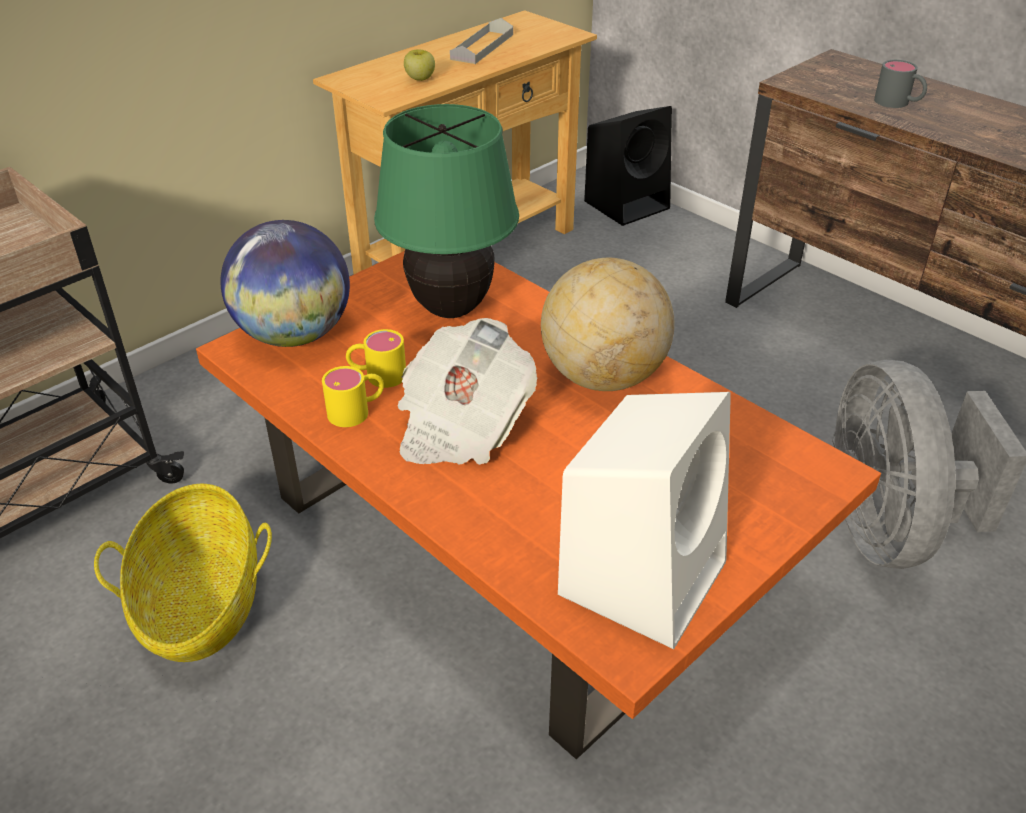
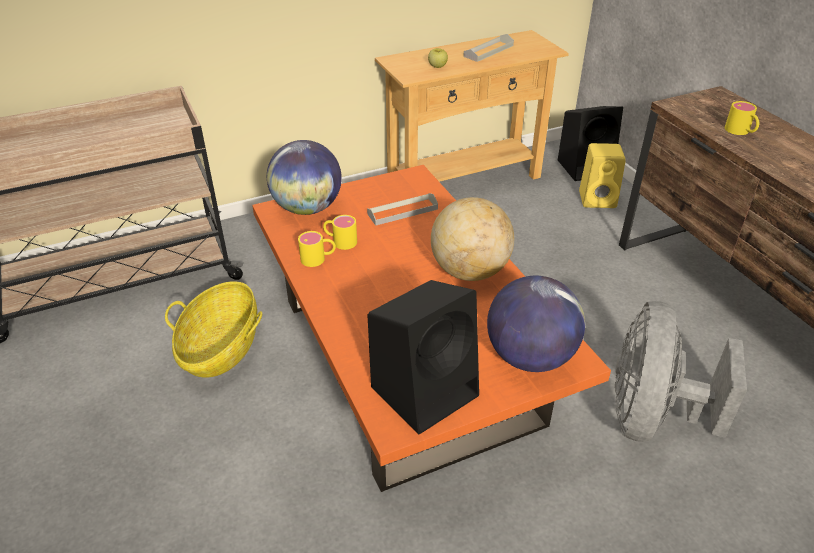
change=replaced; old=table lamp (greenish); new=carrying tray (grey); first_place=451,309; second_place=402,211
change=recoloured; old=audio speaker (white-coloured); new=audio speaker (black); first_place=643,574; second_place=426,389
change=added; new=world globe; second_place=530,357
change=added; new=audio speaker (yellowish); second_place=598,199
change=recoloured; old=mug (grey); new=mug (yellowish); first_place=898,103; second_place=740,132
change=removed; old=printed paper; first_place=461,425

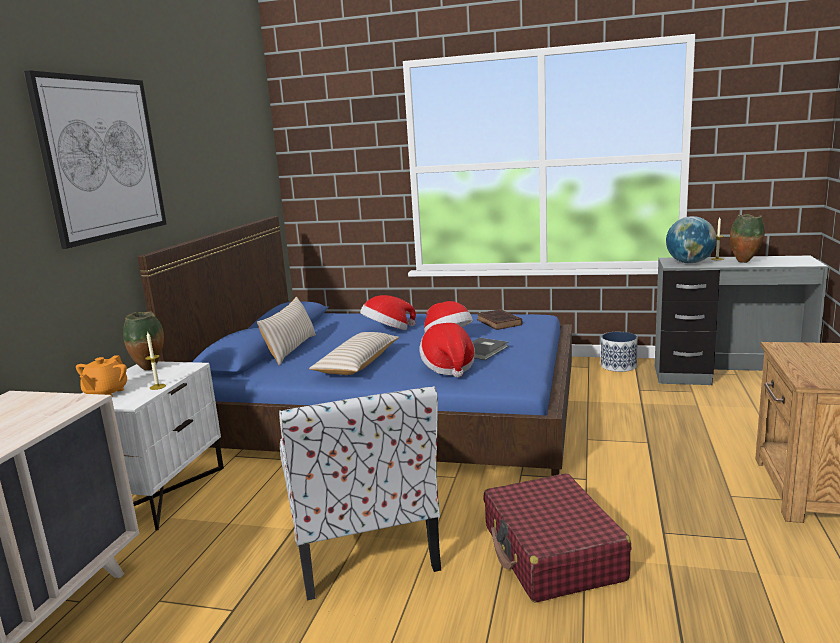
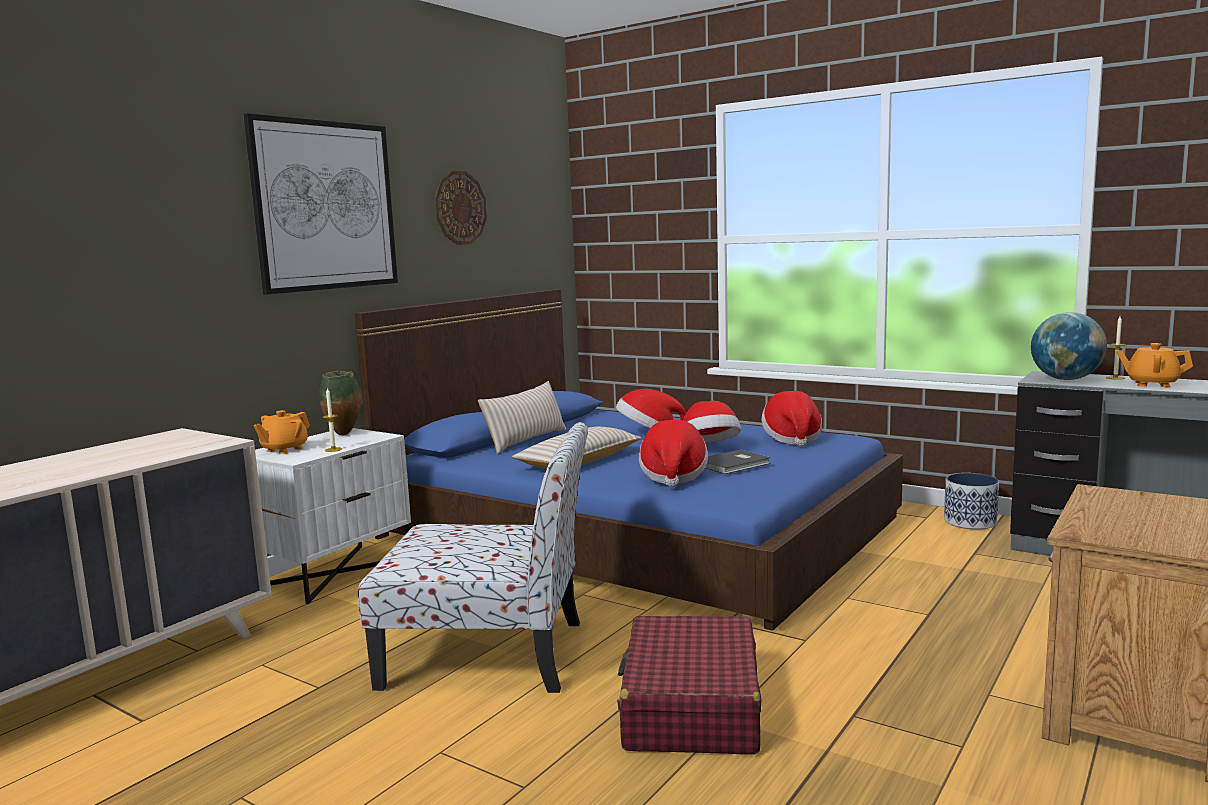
change=turned; old=upright chair; first_place=362,543; second_place=490,654; degrees=-90
change=added; new=hanging clock; second_place=460,208
change=replaced; old=volume (brown); new=hat; first_place=499,323; second_place=792,439
change=replaced; old=decorative vase; new=pot for tea (orange-coloured); first_place=745,262; second_place=1151,384

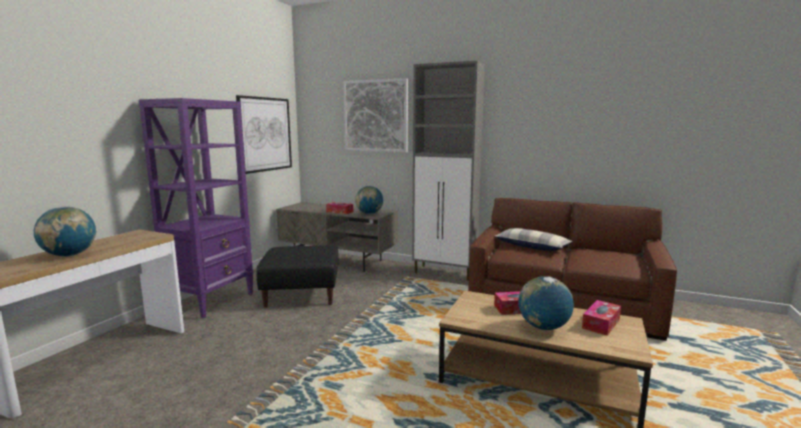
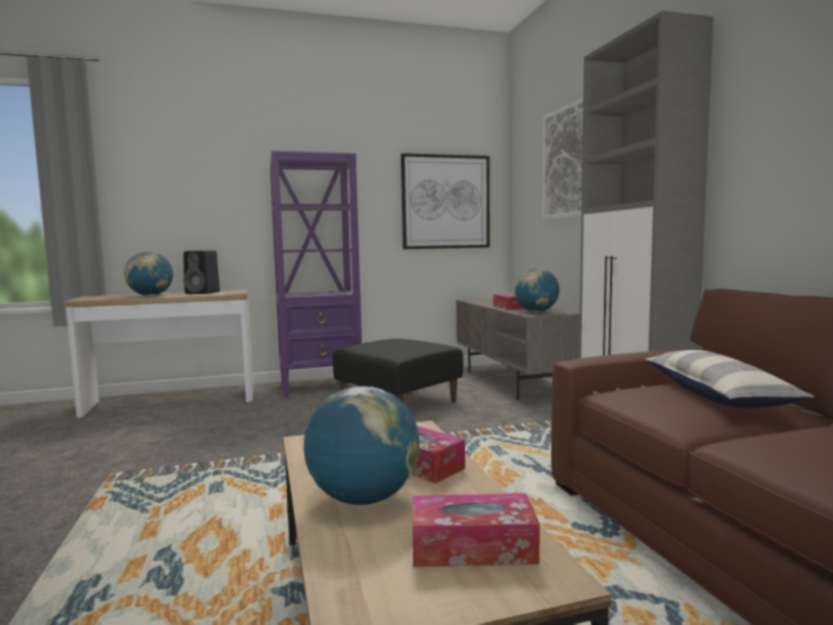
change=added; new=audio speaker (black); second_place=203,293

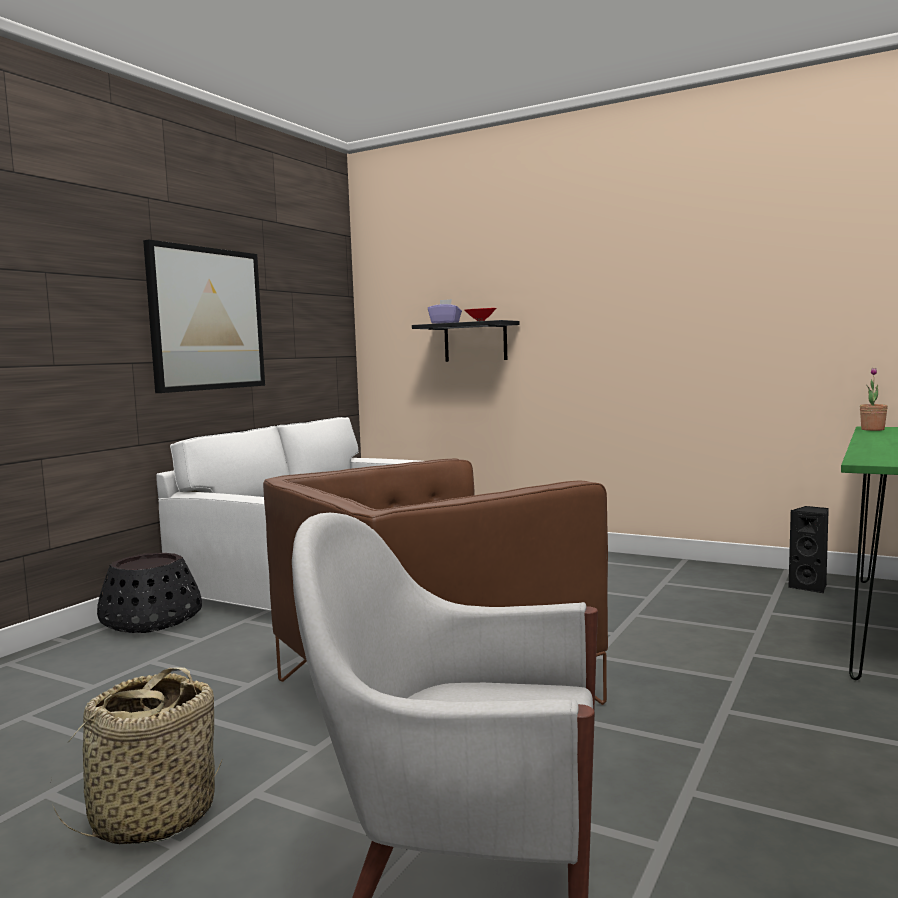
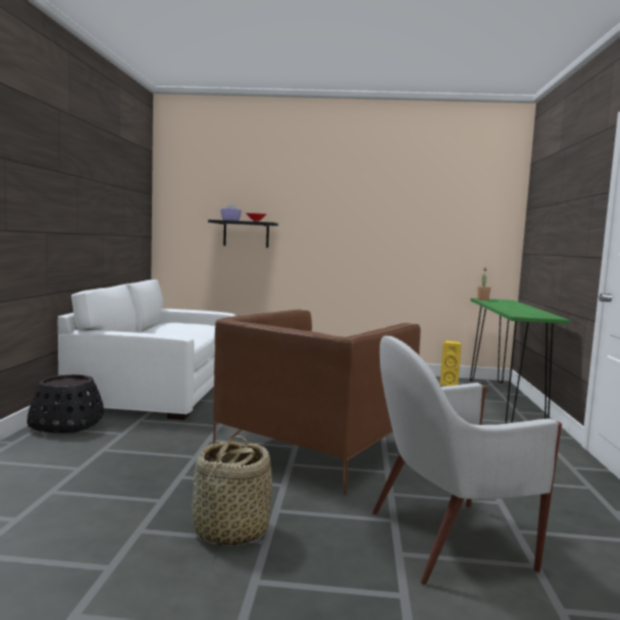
change=recoloured; old=audio speaker (black); new=audio speaker (yellowish); first_place=810,587; second_place=449,384
change=removed; old=wall picture; first_place=206,319

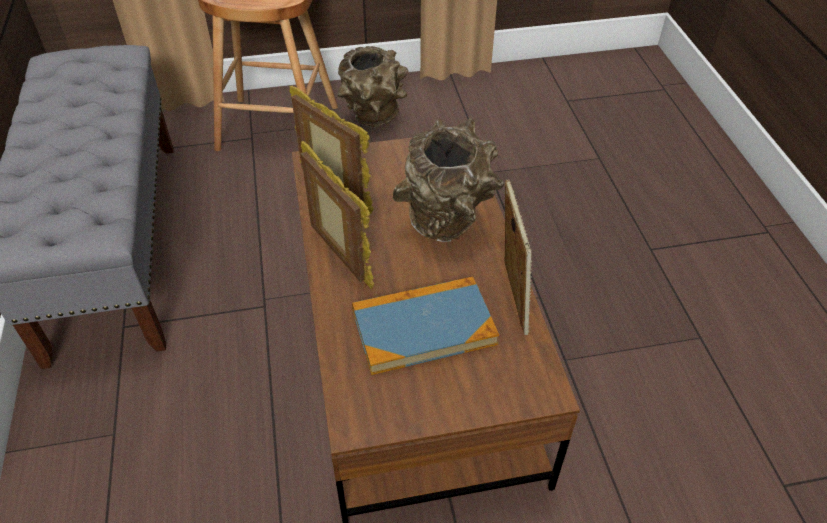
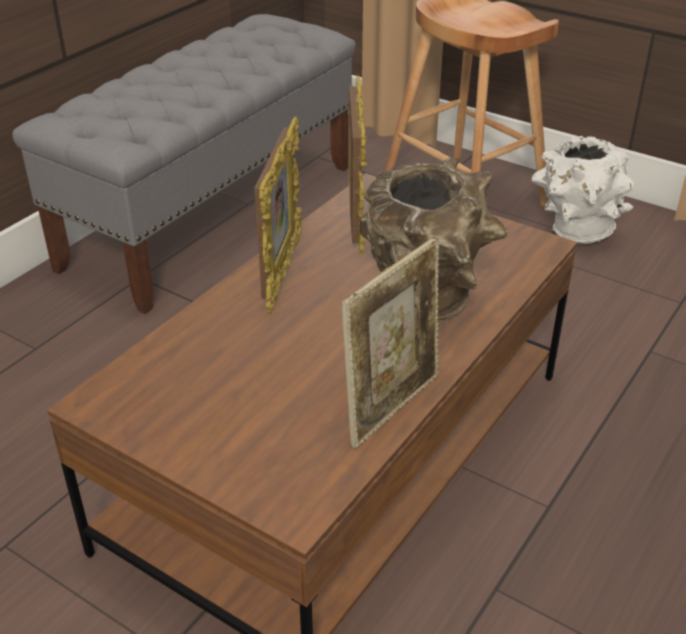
change=recoloured; old=decorative vase (brown); new=decorative vase (white-coloured); first_place=373,119; second_place=574,234
change=removed; old=volume; first_place=423,327

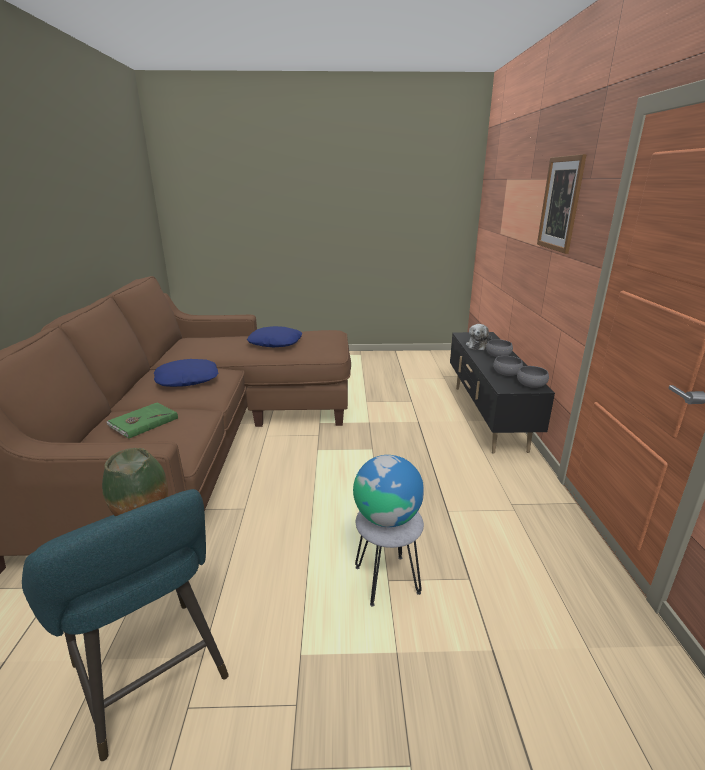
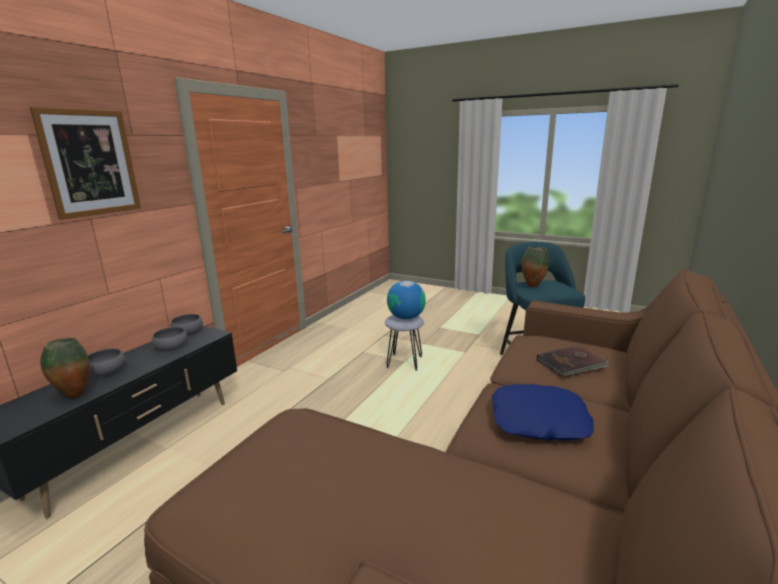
change=replaced; old=plush toy; new=decorative vase; first_place=477,345; second_place=74,395
change=recoloured; old=volume (greenish); new=volume (brown); first_place=143,422; second_place=572,364
change=removed; old=pillow (bluish); first_place=275,342

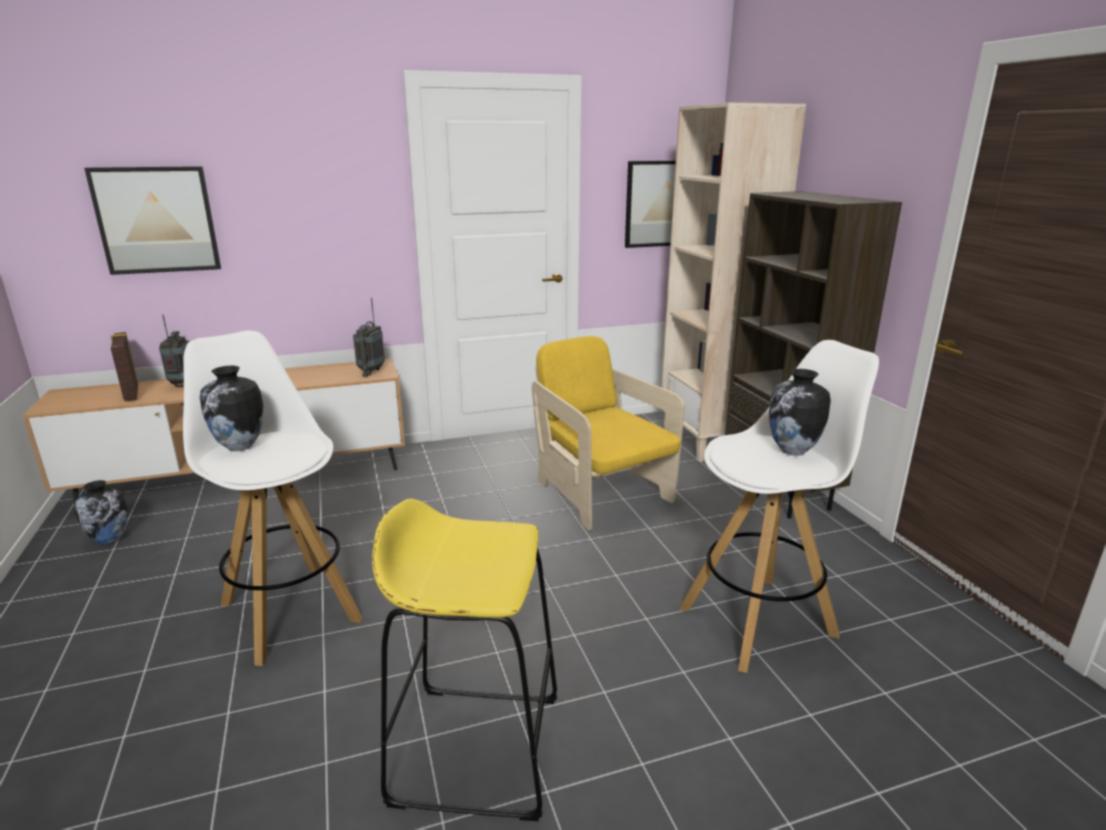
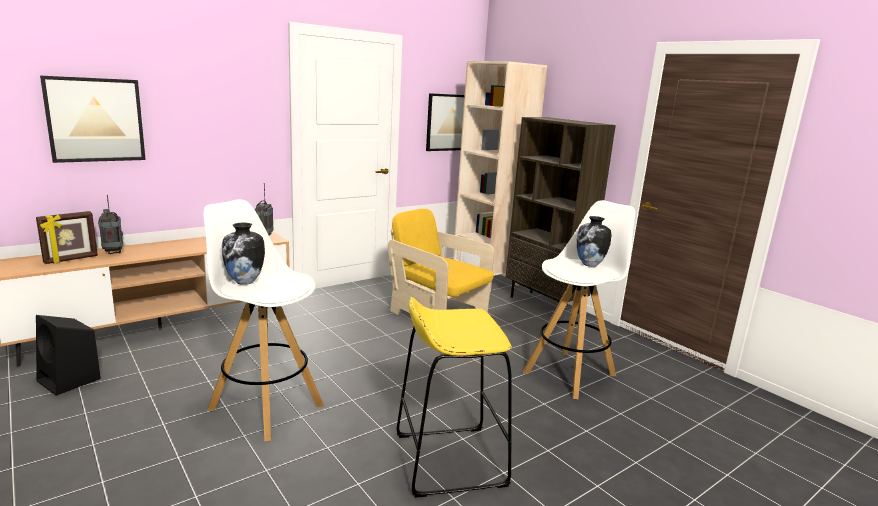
change=turned; old=standing frame; first_place=130,393; second_place=71,259; degrees=-90
change=replaced; old=decorative vase; new=audio speaker (black); first_place=111,540; second_place=70,380

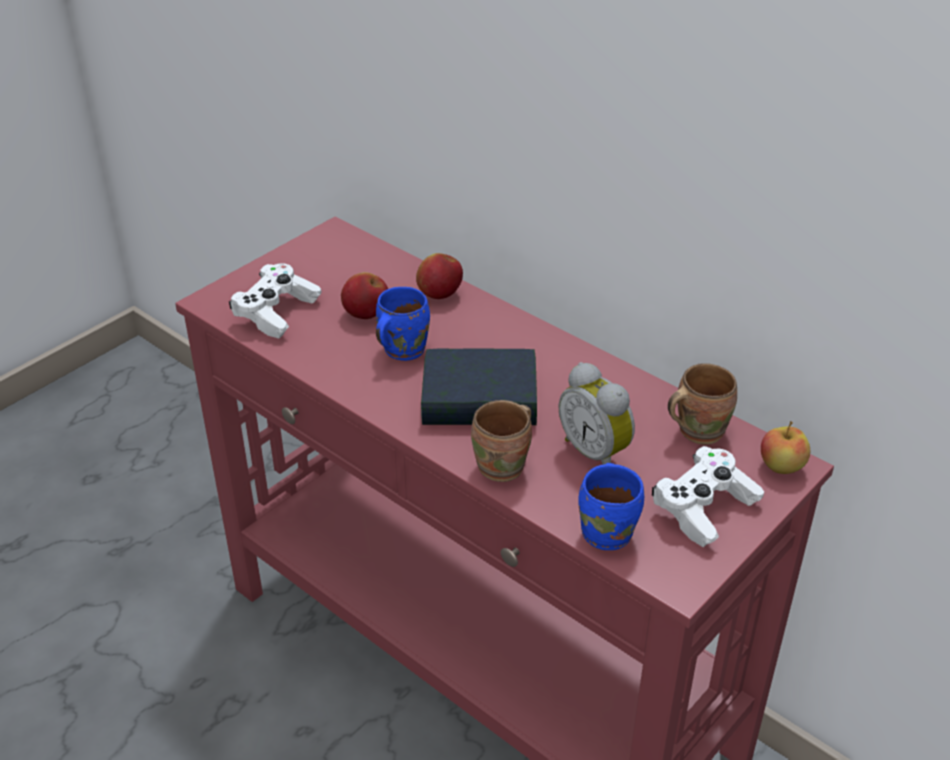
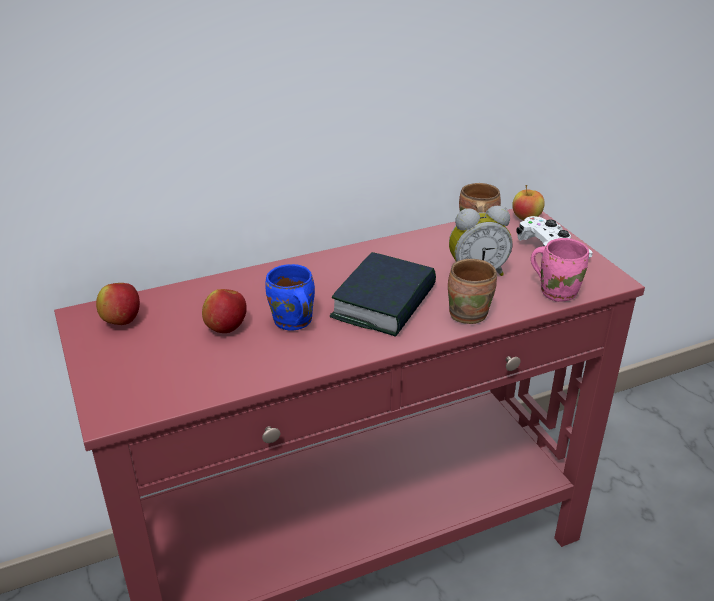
change=moved; old=apple; first_place=439,294; second_place=121,321
change=recoloured; old=mug (bluish); new=mug (pink); first_place=609,532; second_place=556,291
change=removed; old=gamepad (white-coloured); first_place=276,312

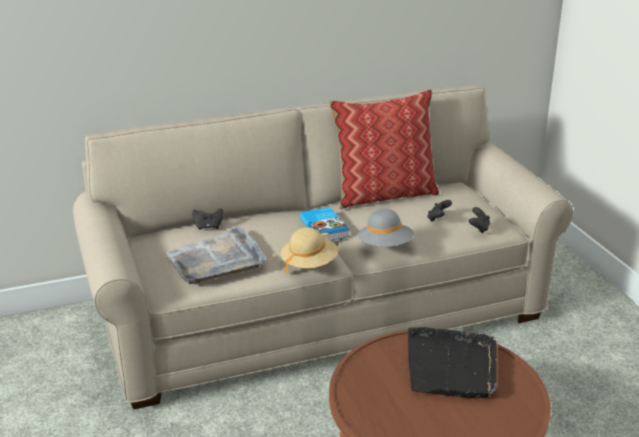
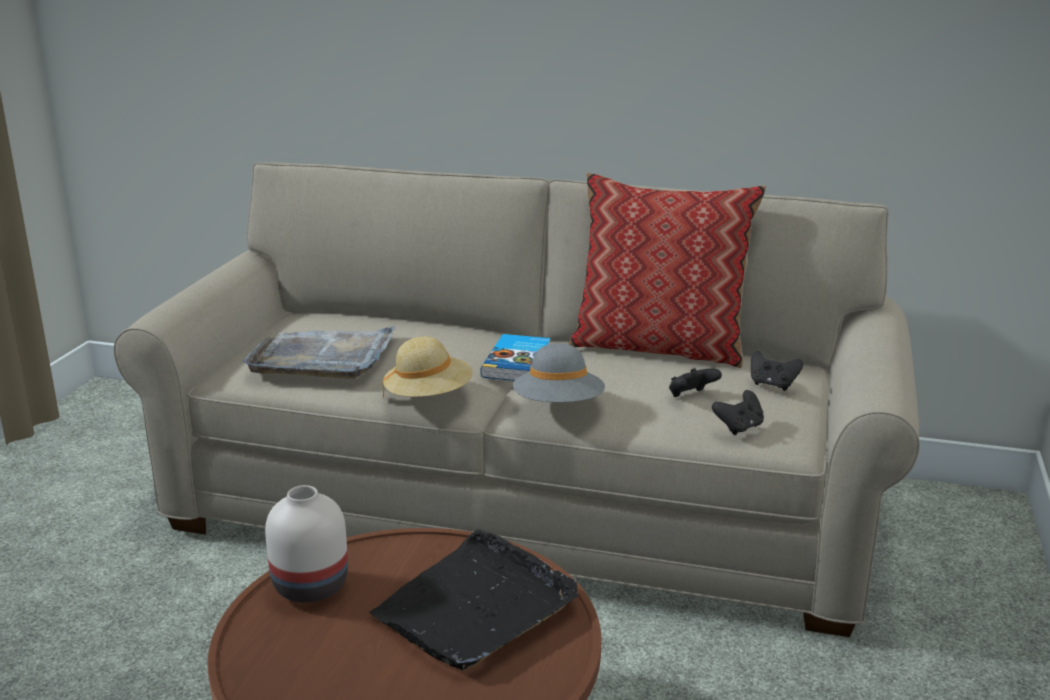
change=added; new=decorative vase (white-coloured); second_place=308,586
change=moved; old=gamepad (black); first_place=208,227; second_place=772,385

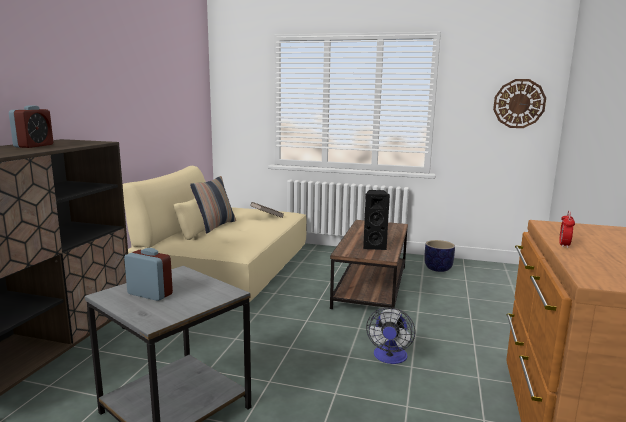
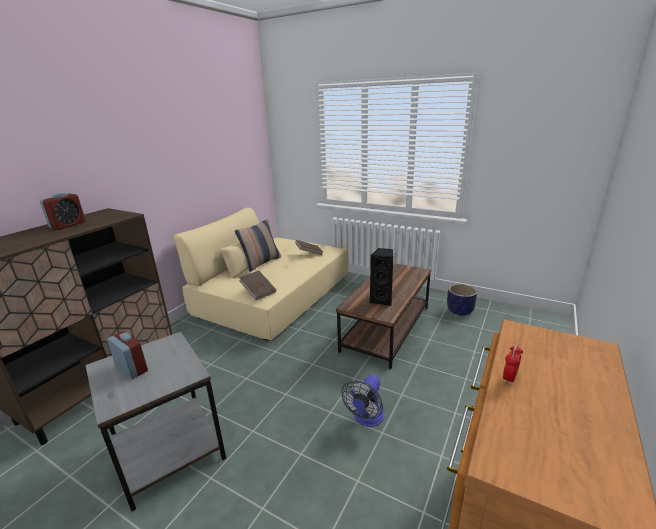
change=added; new=volume (brown); second_place=258,292
change=removed; old=hanging clock; first_place=519,103

